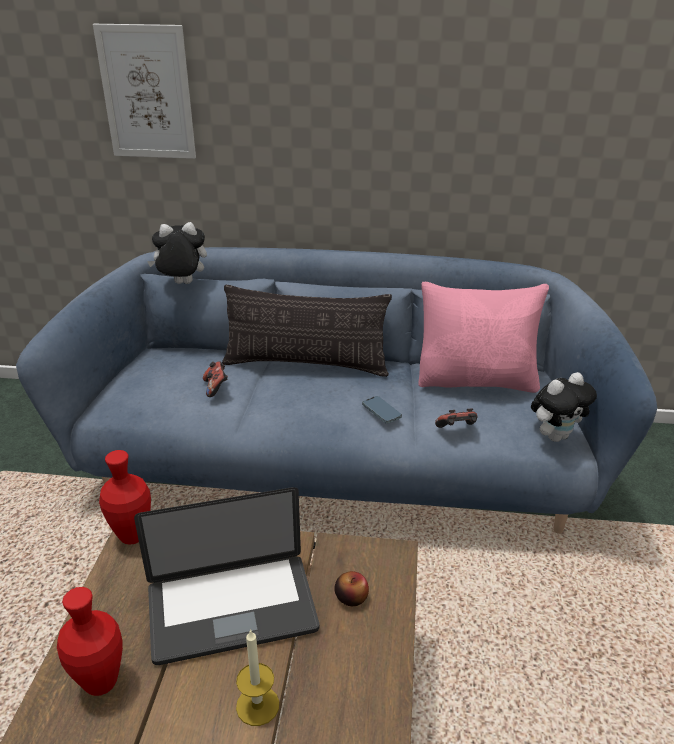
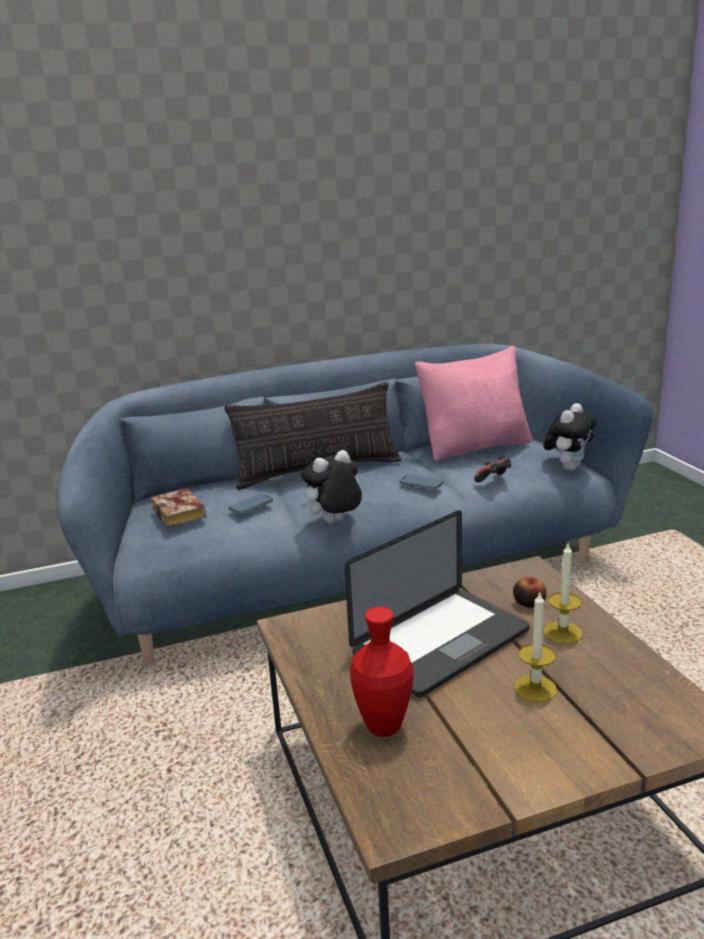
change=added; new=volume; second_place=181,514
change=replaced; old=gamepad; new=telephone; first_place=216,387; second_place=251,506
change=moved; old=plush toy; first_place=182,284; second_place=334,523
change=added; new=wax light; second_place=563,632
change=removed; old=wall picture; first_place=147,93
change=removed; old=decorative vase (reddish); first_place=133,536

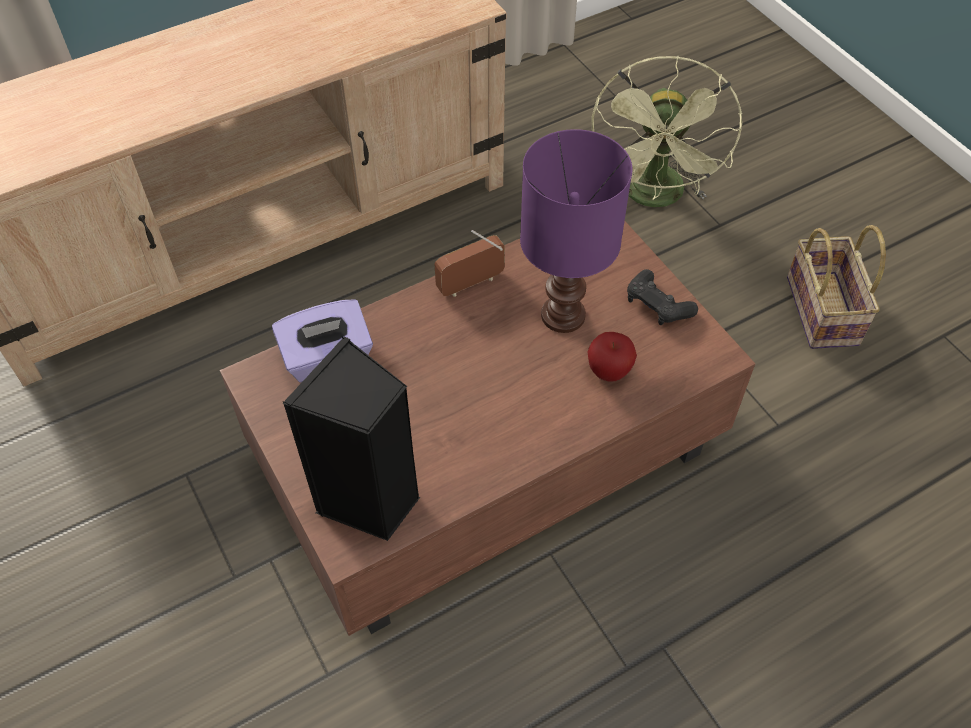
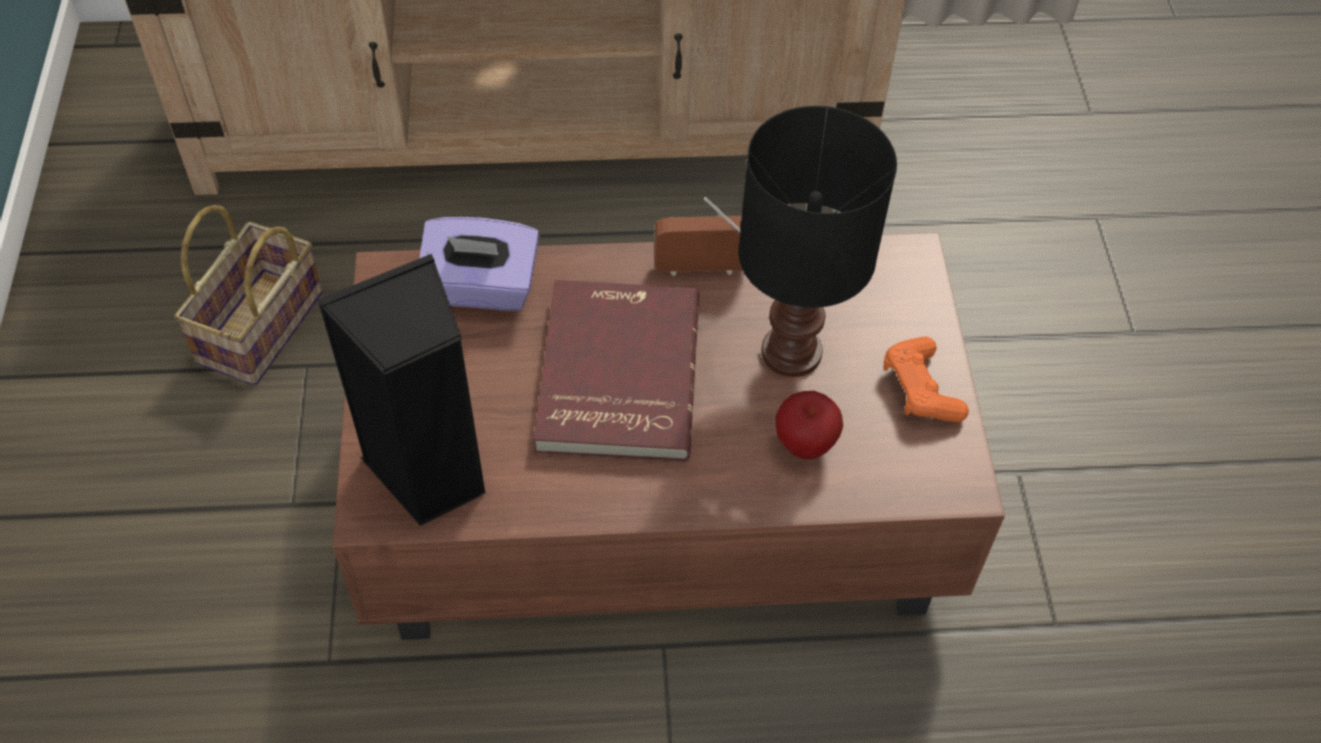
change=moved; old=basket; first_place=825,312; second_place=261,331
change=added; new=volume (reddish); second_place=614,374
change=recoloured; old=table lamp (purple-coloured); new=table lamp (black); first_place=563,314; second_place=792,350
change=recoloured; old=gamepad (black); new=gamepad (orange-coloured); first_place=657,305; second_place=920,389
change=removed; old=cooling fan (greenish); first_place=655,197

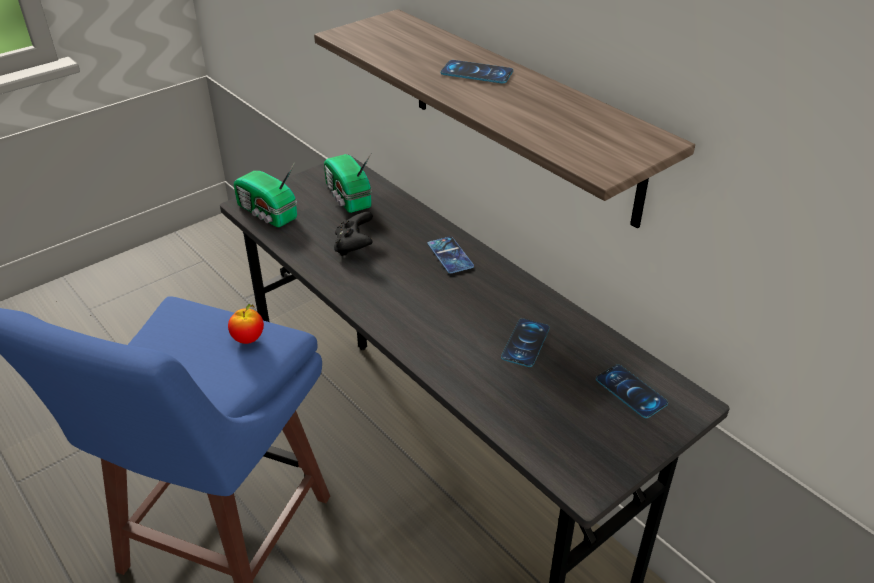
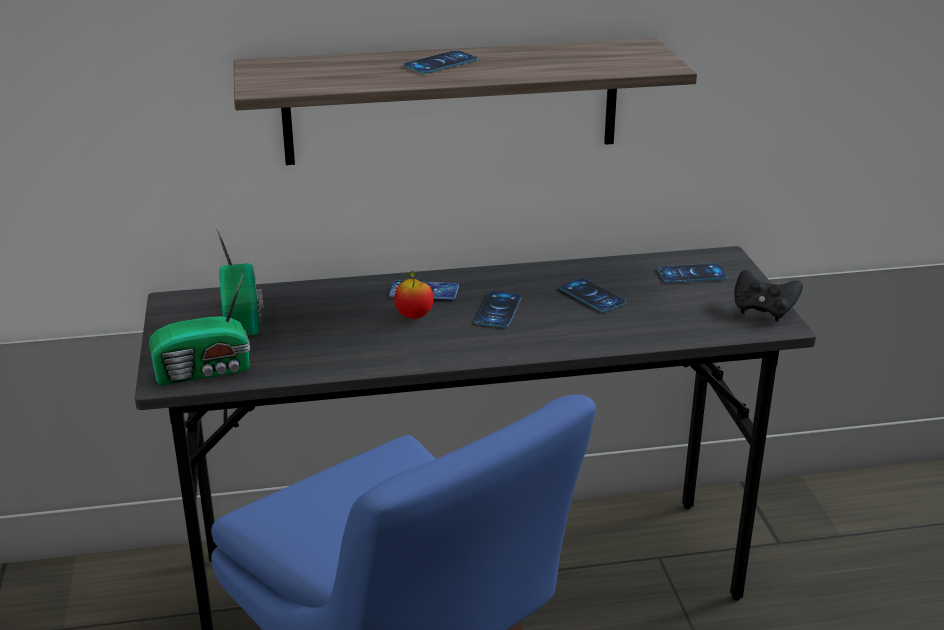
change=turned; old=radio; first_place=347,197; second_place=243,315; degrees=-105
change=moved; old=apple; first_place=248,339; second_place=414,316
change=added; new=telephone; second_place=498,310
change=moved; old=gamepad (black); first_place=354,246; second_place=763,311

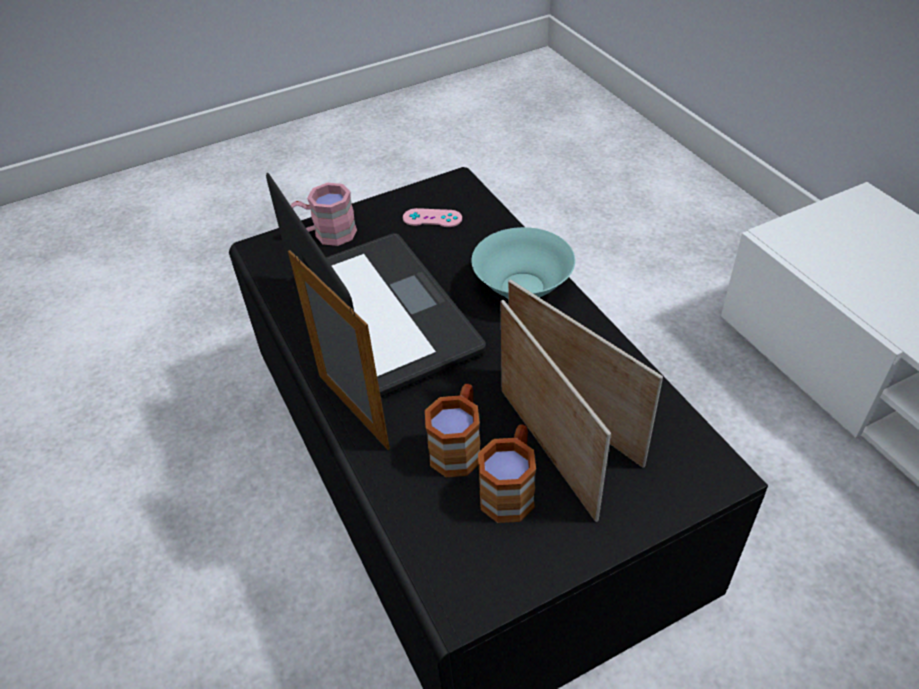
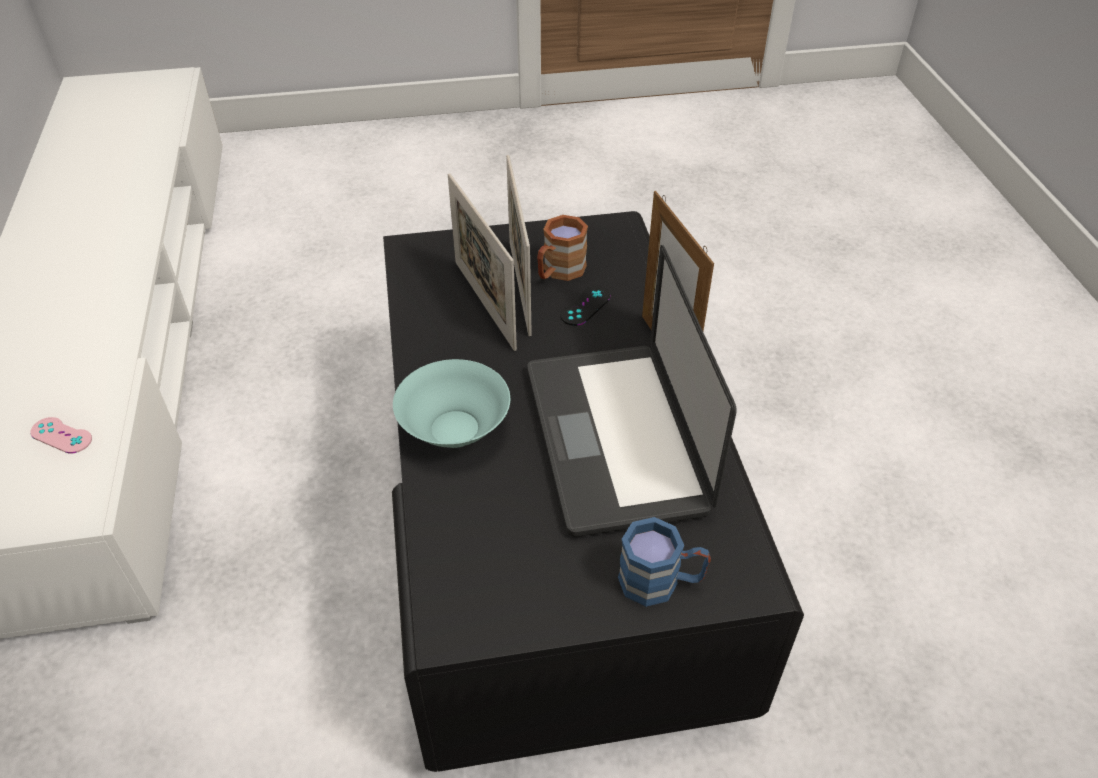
change=moved; old=gamepad (pink); first_place=432,218; second_place=61,435
change=replaced; old=mug (brown); new=gamepad (black); first_place=459,445; second_place=585,306
change=recoloured; old=mug (pink); new=mug (bluish); first_place=326,234; second_place=661,582

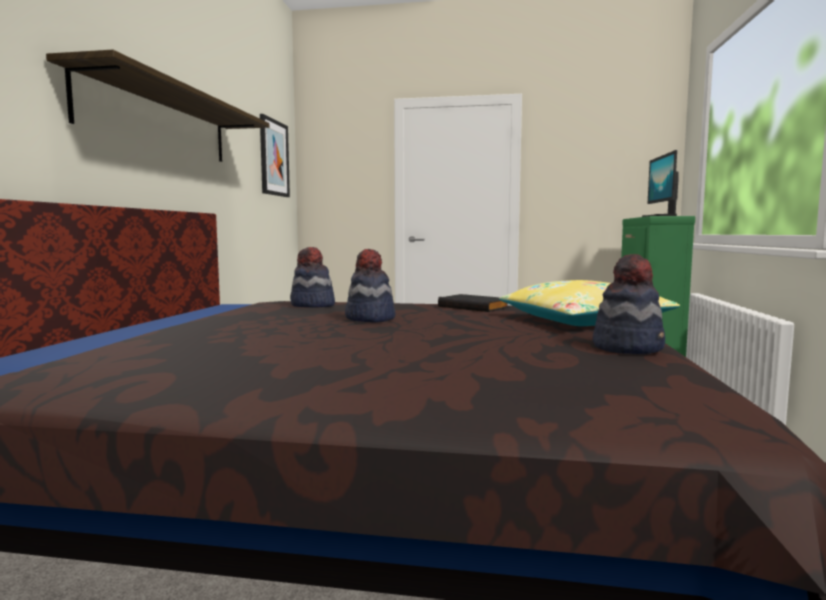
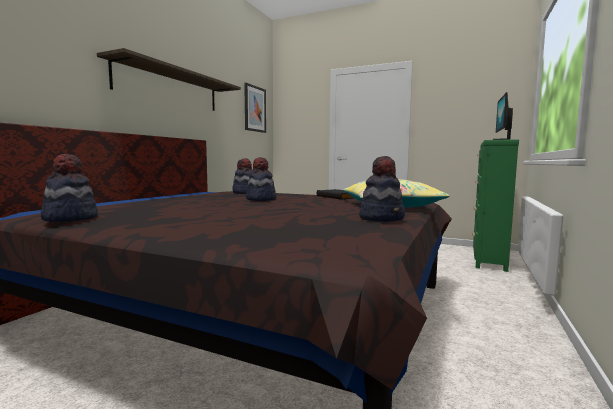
change=added; new=hat; second_place=70,218

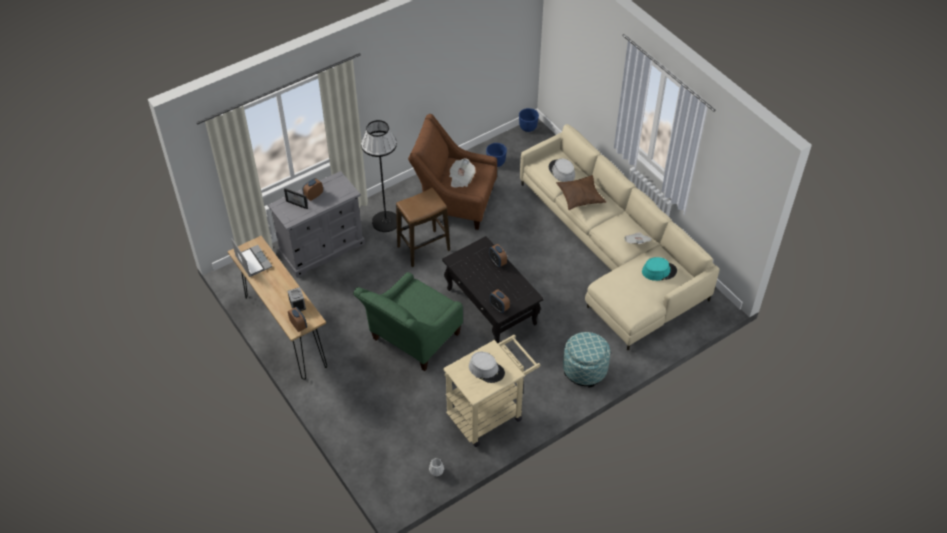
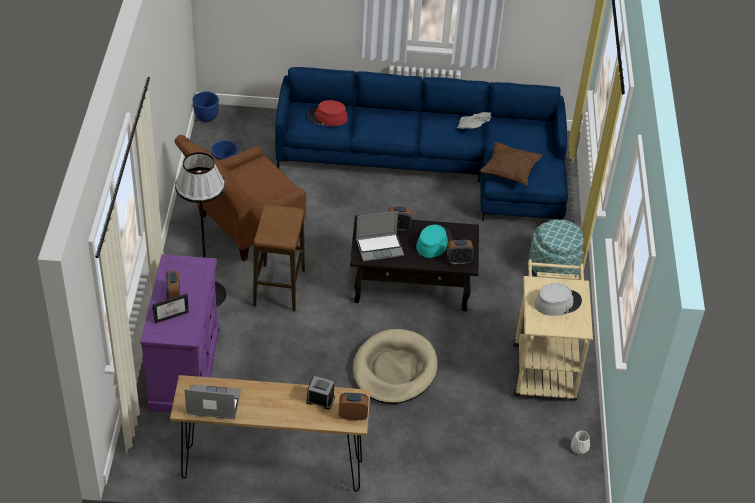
change=recoloured; old=chest of drawers (grey); new=chest of drawers (purple-coloured); first_place=322,249; second_place=185,368
change=recoloured; old=couch (beige-coloured); new=couch (bluish); first_place=612,253; second_place=434,164
change=recoloured; old=hat (grey); new=hat (reddish); first_place=561,171; second_place=327,117
change=replaced; old=armchair (greenish); new=dog cushion (beige-coloured); first_place=412,340; second_place=394,370
change=added; new=portable computer; second_place=380,247
change=moved; old=hat (turquoise-coloured); first_place=659,271; second_place=433,242
change=moved; old=pillow (brown); first_place=580,198; second_place=509,172
change=removed; old=printed paper; first_place=461,179

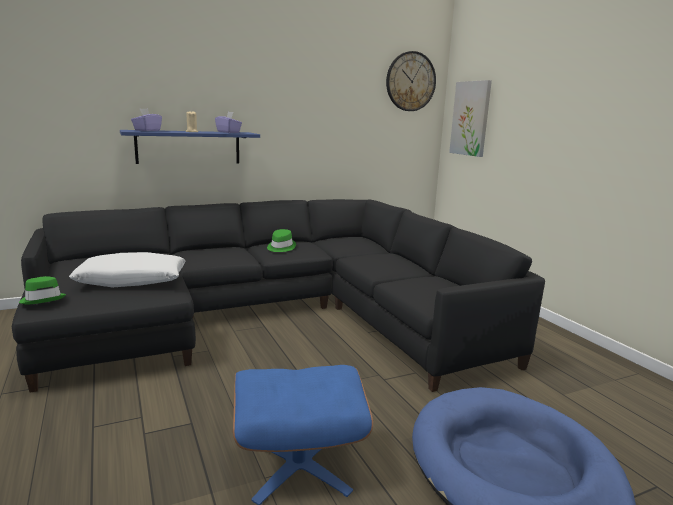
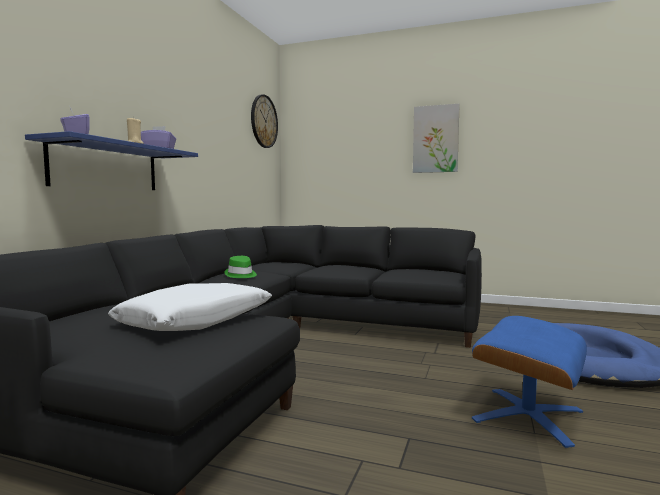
change=moved; old=wall picture; first_place=470,118; second_place=435,139
change=removed; old=hat (greenish); first_place=43,299

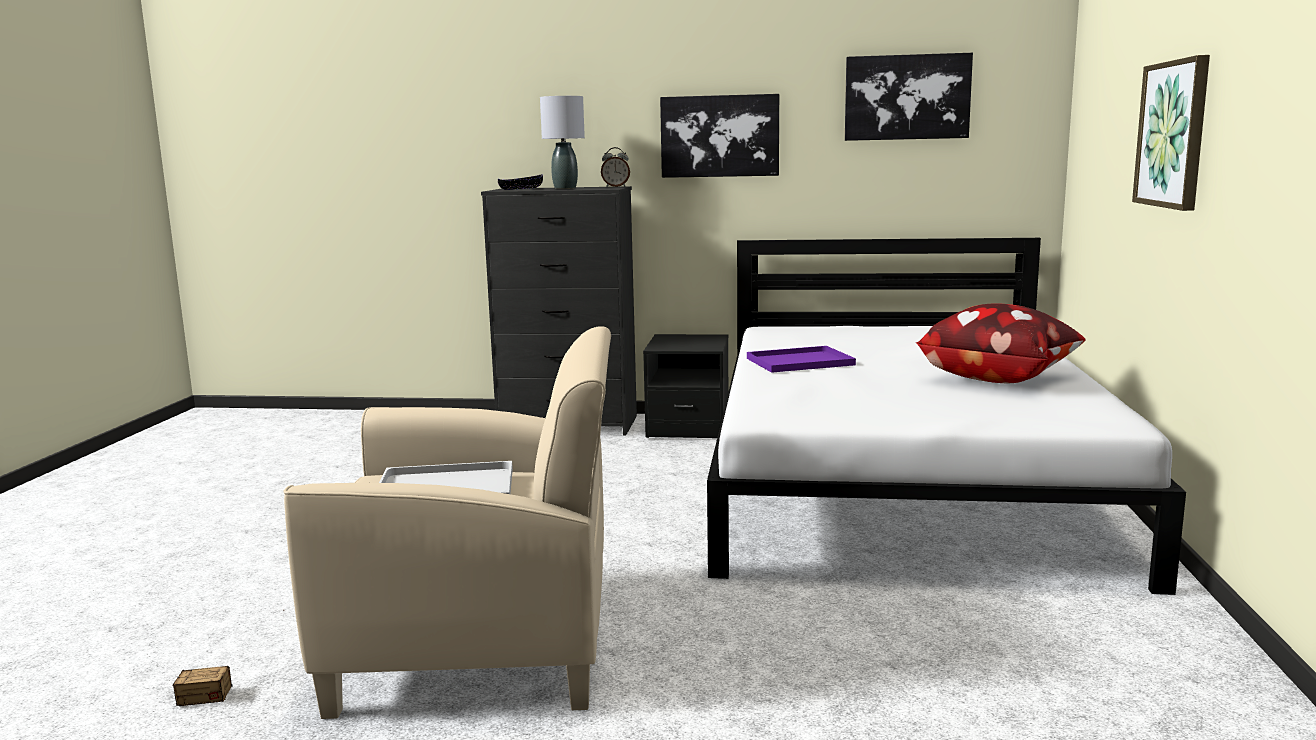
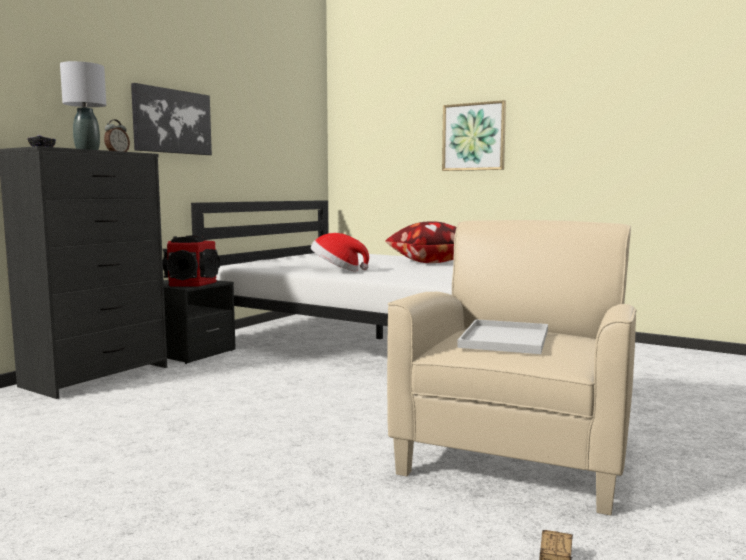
change=added; new=audio speaker; second_place=191,283
change=replaced; old=carrying tray (purple-coloured); new=hat; first_place=798,362; second_place=337,270
change=removed; old=wall picture; first_place=907,97

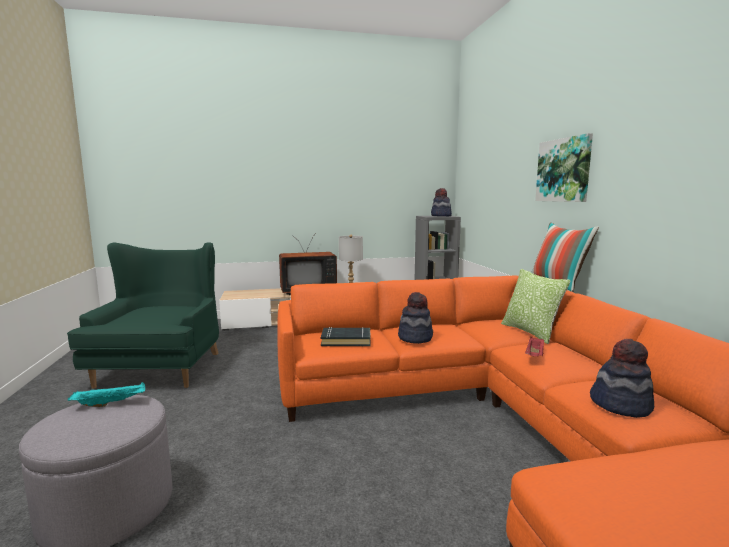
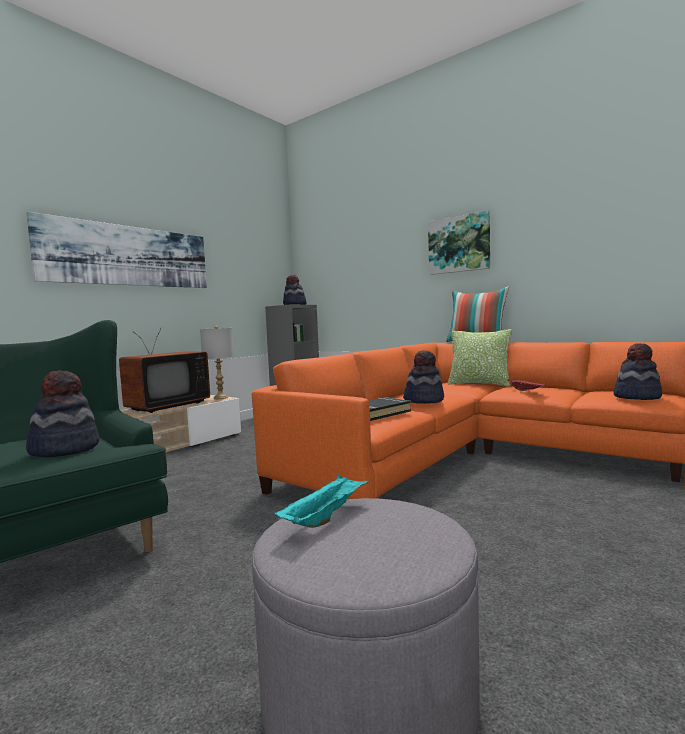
change=added; new=hat; second_place=65,449
change=added; new=wall picture; second_place=129,256

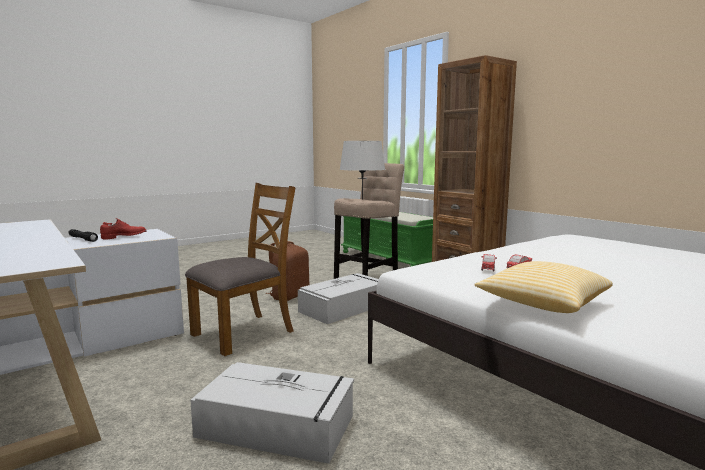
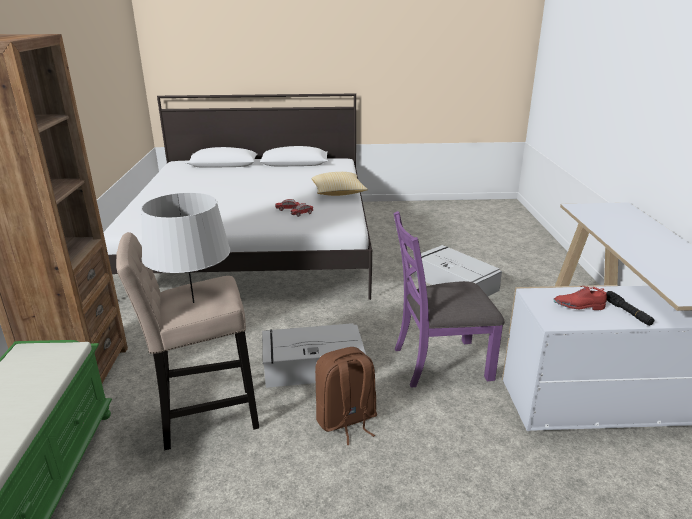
change=recoloured; old=upright chair (brown); new=upright chair (purple-coloured); first_place=244,333; second_place=440,363

